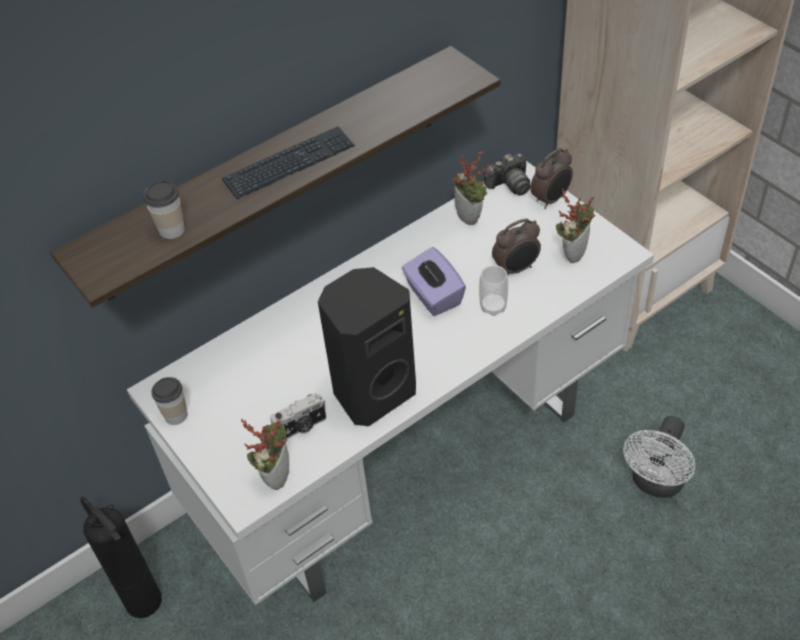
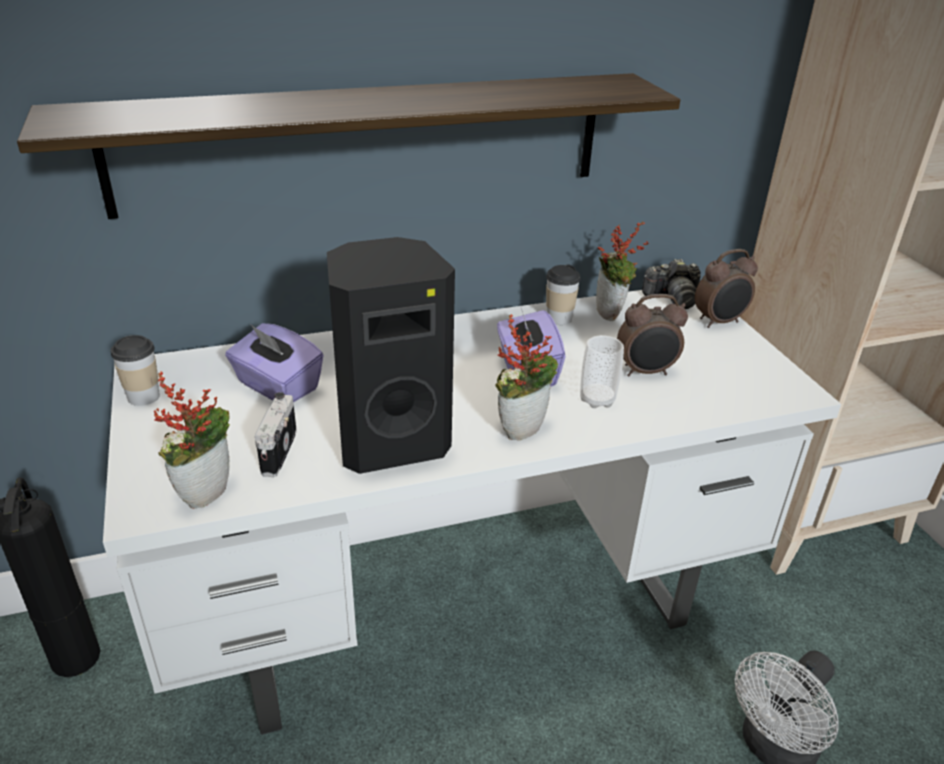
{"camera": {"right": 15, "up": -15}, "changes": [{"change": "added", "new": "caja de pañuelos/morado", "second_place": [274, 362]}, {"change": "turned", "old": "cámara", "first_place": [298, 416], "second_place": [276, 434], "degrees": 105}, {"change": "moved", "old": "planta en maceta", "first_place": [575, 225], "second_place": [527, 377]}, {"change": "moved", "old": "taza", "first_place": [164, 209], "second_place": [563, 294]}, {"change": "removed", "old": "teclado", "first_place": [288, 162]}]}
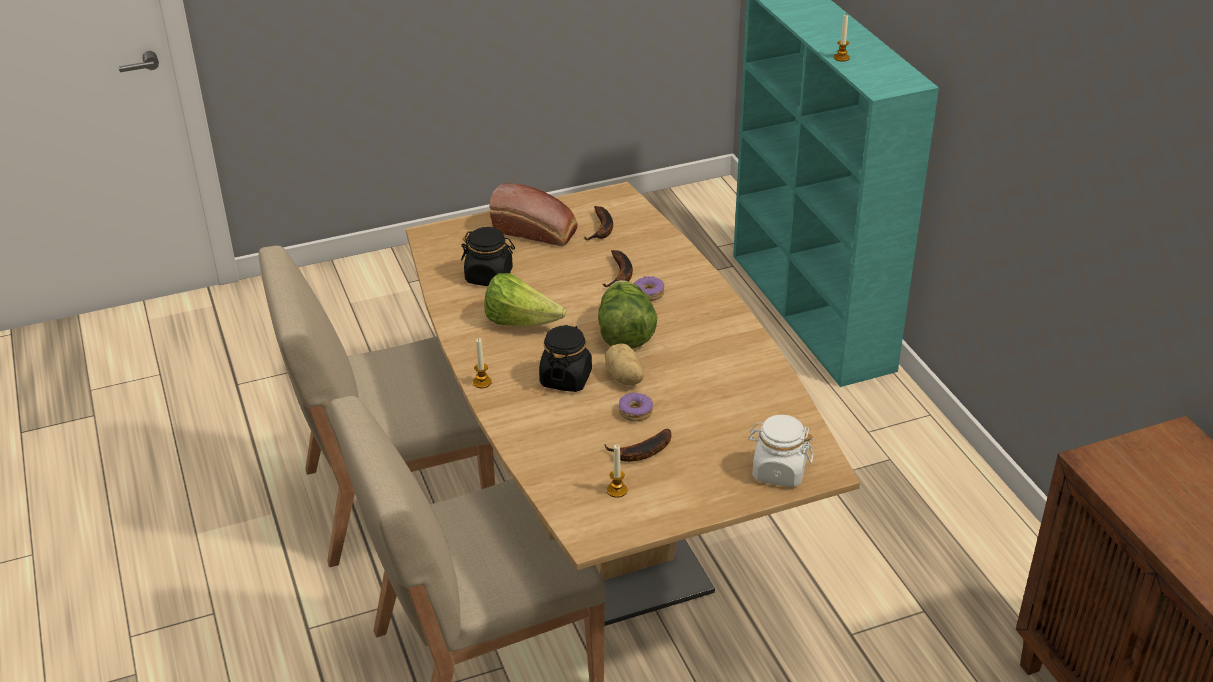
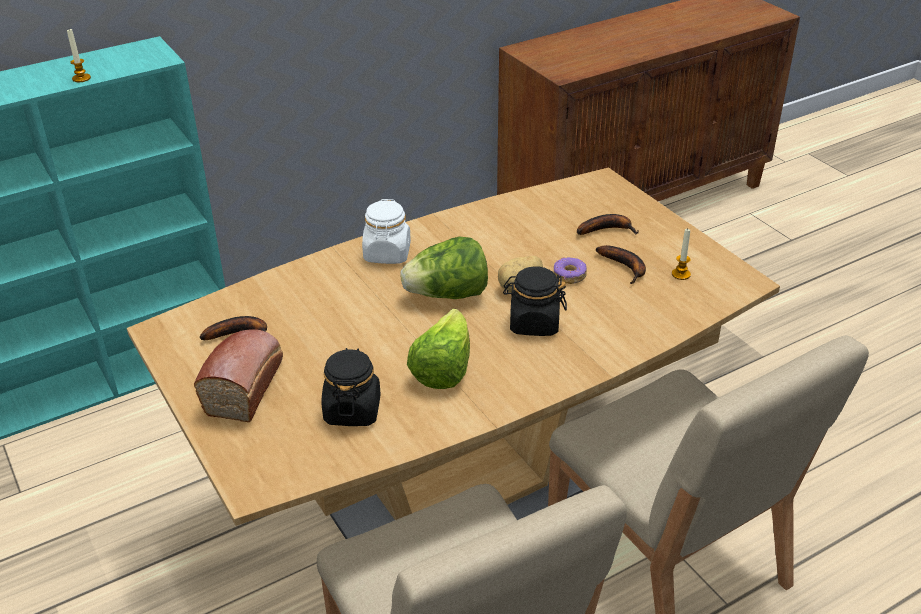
{"camera": {"right": -100, "up": 0}, "changes": [{"change": "moved", "old": "tarro/blanco", "first_place": [780, 451], "second_place": [386, 231]}, {"change": "moved", "old": "plátano", "first_place": [618, 268], "second_place": [608, 224]}, {"change": "removed", "old": "vela", "first_place": [482, 363]}, {"change": "removed", "old": "rosquilla", "first_place": [649, 288]}]}
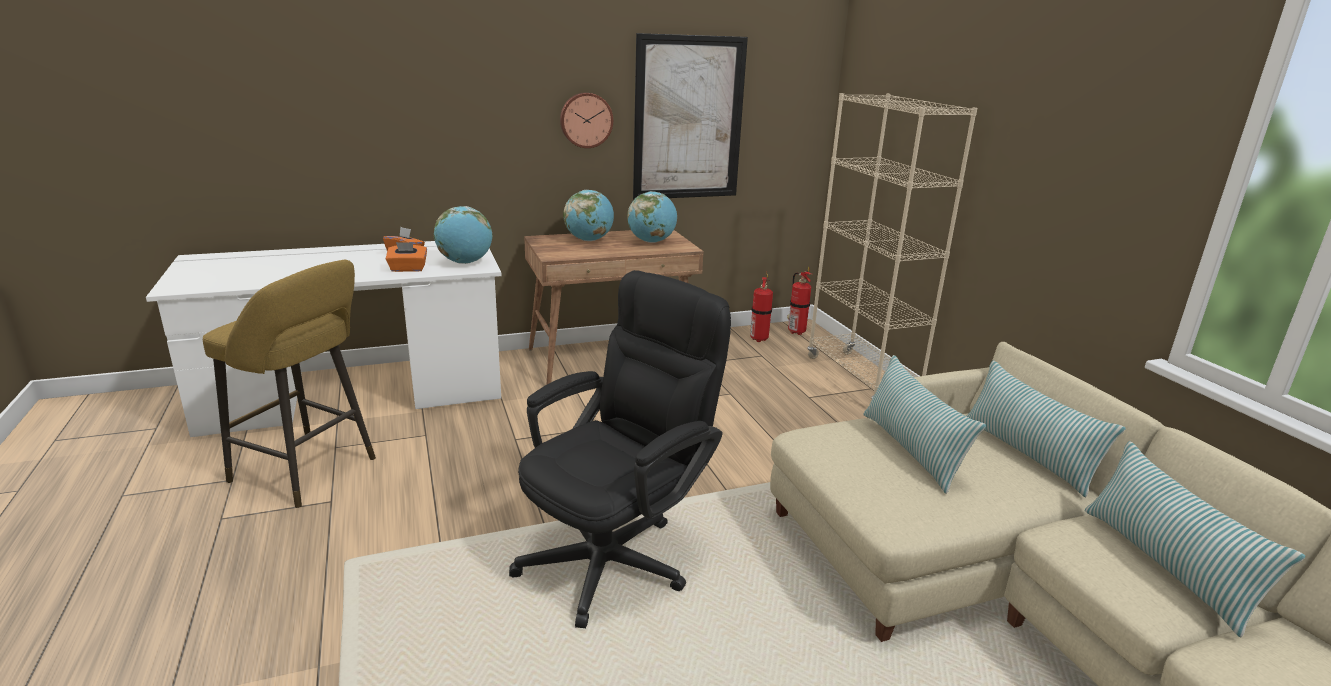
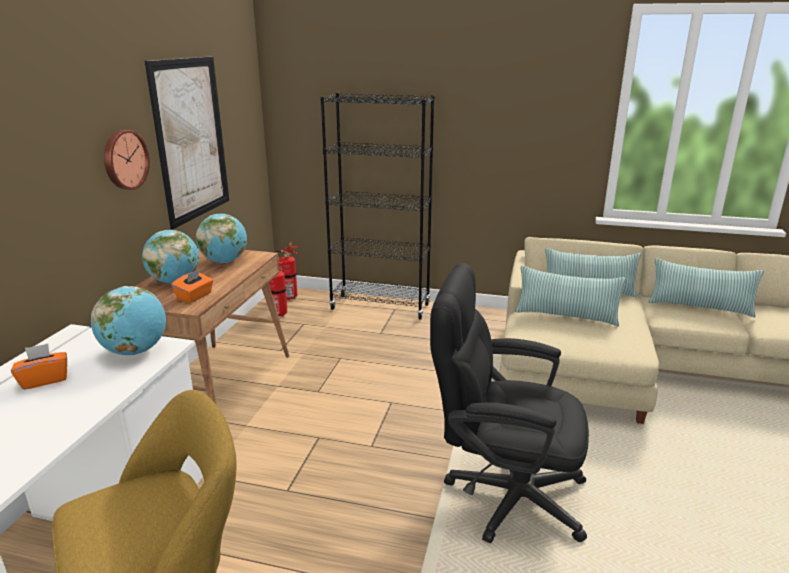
{"camera": {"right": -55, "up": 0}, "changes": [{"change": "moved", "old": "caja de pañuelos/naranja", "first_place": [406, 257], "second_place": [192, 286]}, {"change": "recoloured", "old": "estantería/beis", "new": "estantería/negro", "first_place": [892, 246], "second_place": [377, 206]}, {"change": "turned", "old": "silla de oficina/negro", "first_place": [620, 449], "second_place": [509, 403], "degrees": -60}]}
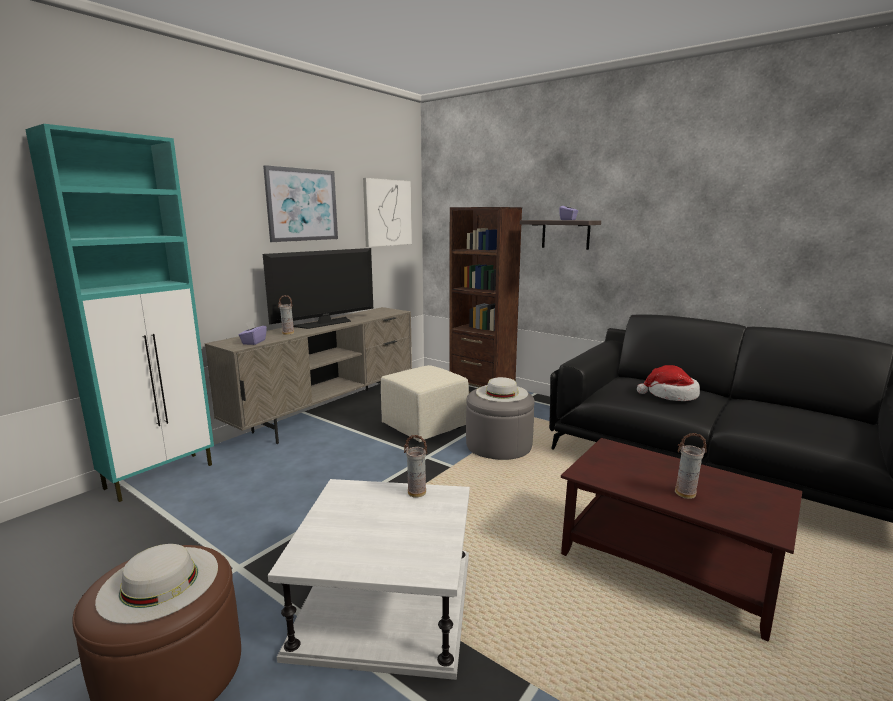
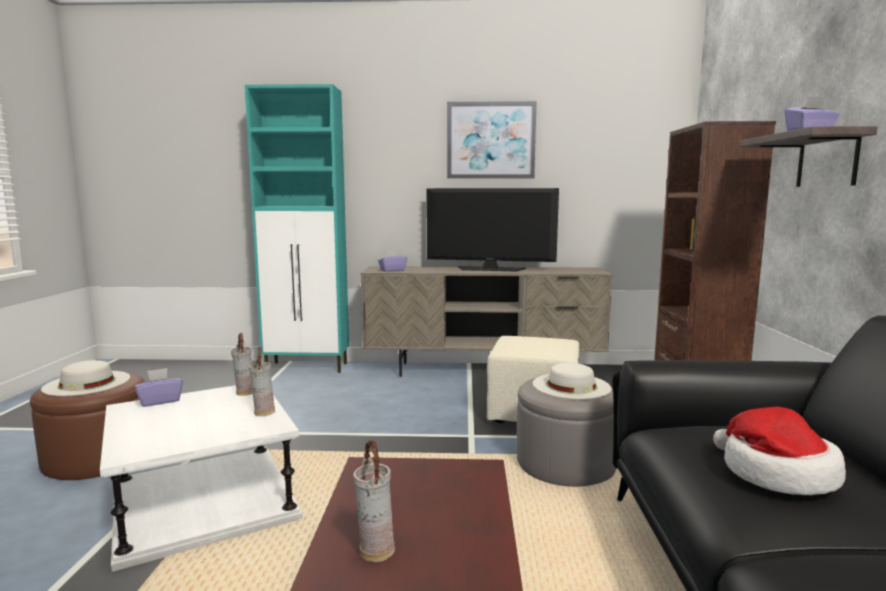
{"camera": {"right": 55, "up": -5}, "changes": [{"change": "added", "new": "caja de pañuelos/morado", "second_place": [159, 387]}, {"change": "moved", "old": "florero", "first_place": [286, 315], "second_place": [242, 364]}, {"change": "removed", "old": "cuadro", "first_place": [387, 212]}]}
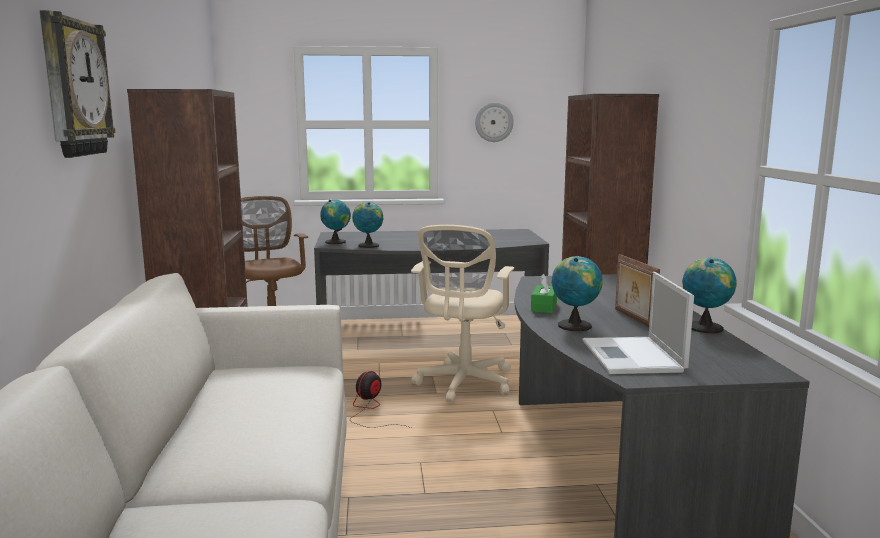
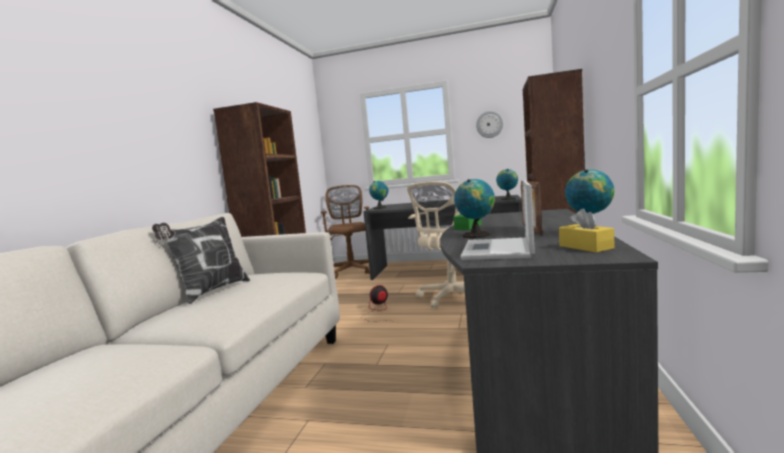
{"camera": {"right": 20, "up": -5}, "changes": [{"change": "added", "new": "cojín", "second_place": [201, 260]}, {"change": "moved", "old": "globo terráqueo", "first_place": [367, 225], "second_place": [507, 184]}, {"change": "added", "new": "caja de pañuelos/amarillo", "second_place": [587, 231]}, {"change": "removed", "old": "reloj de pared", "first_place": [78, 84]}]}
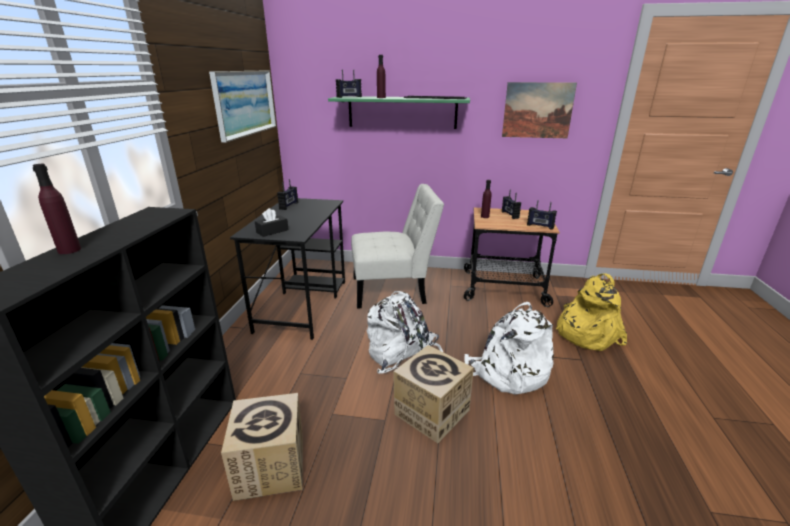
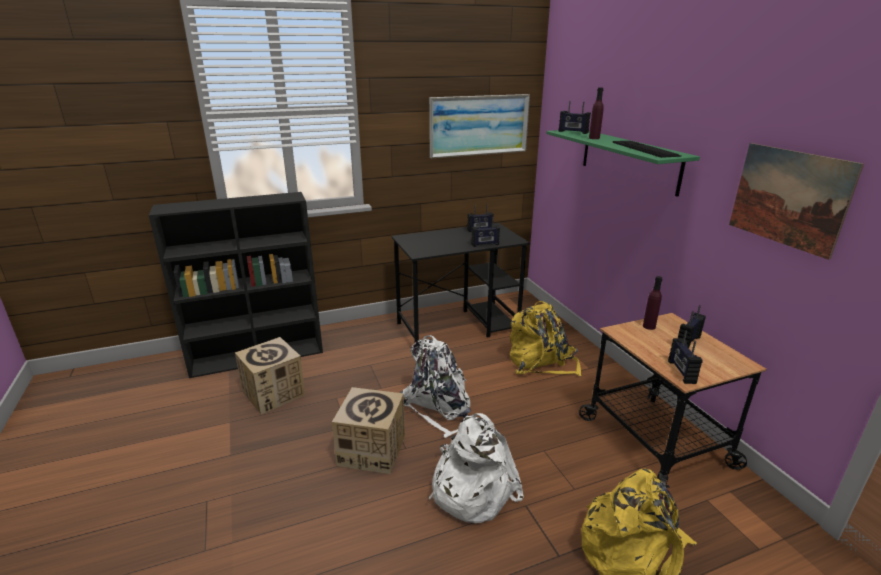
{"camera": {"right": 60, "up": 0}, "changes": [{"change": "added", "new": "radio", "second_place": [485, 232]}, {"change": "replaced", "old": "silla/blanco", "new": "mochila/amarillo", "first_place": [397, 246], "second_place": [545, 338]}, {"change": "removed", "old": "botella/morado", "first_place": [57, 209]}, {"change": "removed", "old": "caja de pañuelos/negro", "first_place": [272, 222]}]}
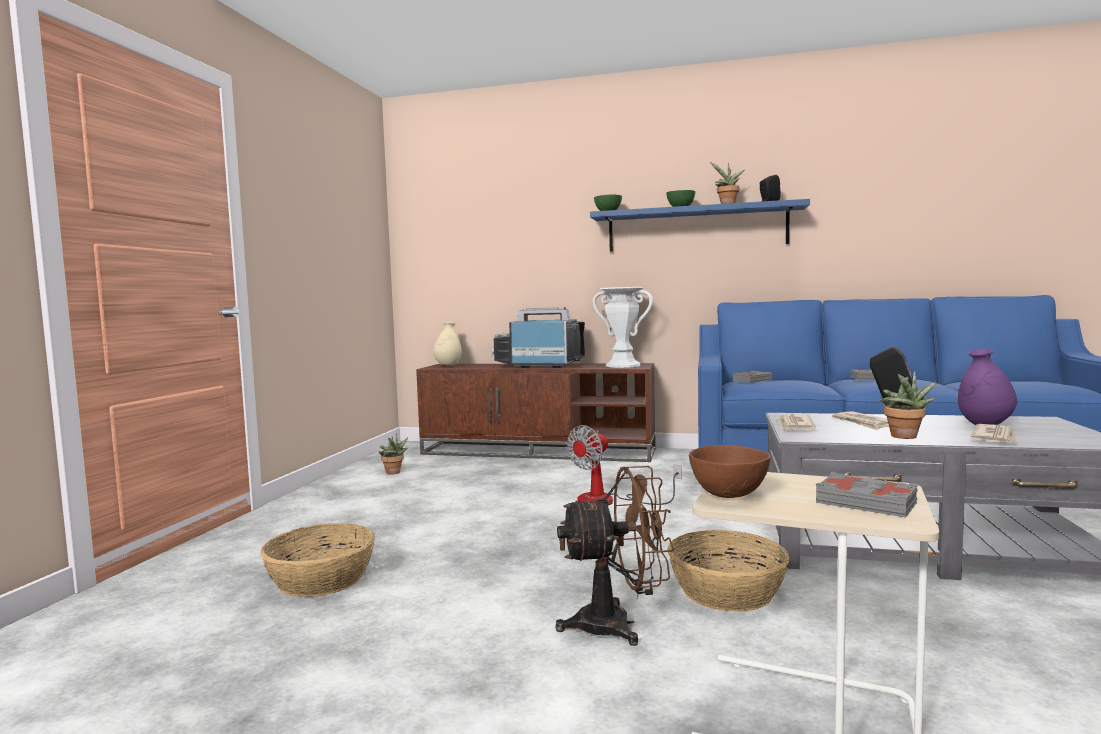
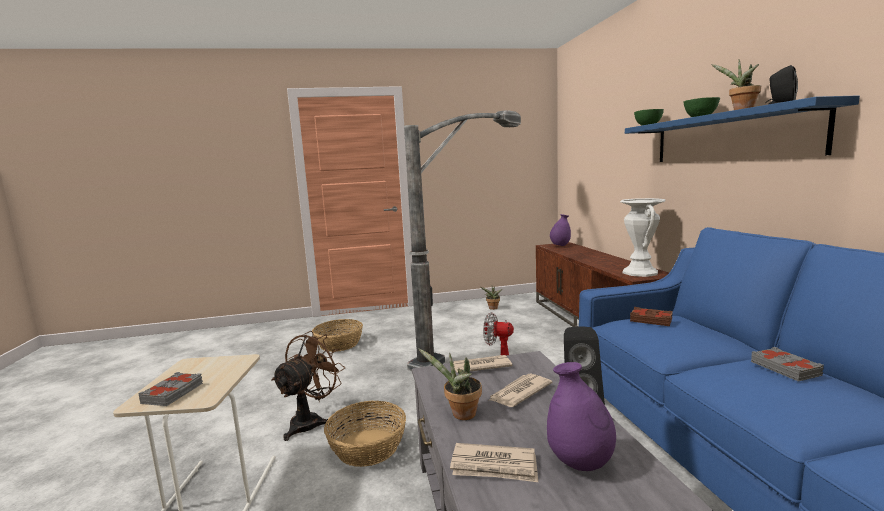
{"camera": {"right": 65, "up": 5}, "changes": [{"change": "turned", "old": "ventilador/marrón", "first_place": [615, 556], "second_place": [308, 386], "degrees": -120}, {"change": "added", "new": "lámpara de pie", "second_place": [462, 240]}, {"change": "recoloured", "old": "florero/beis", "new": "florero/morado", "first_place": [447, 344], "second_place": [560, 230]}, {"change": "recoloured", "old": "libro/gris", "new": "libro/marrón", "first_place": [752, 377], "second_place": [651, 316]}, {"change": "removed", "old": "televisor", "first_place": [537, 337]}, {"change": "removed", "old": "cuenco/marrón", "first_place": [730, 471]}]}
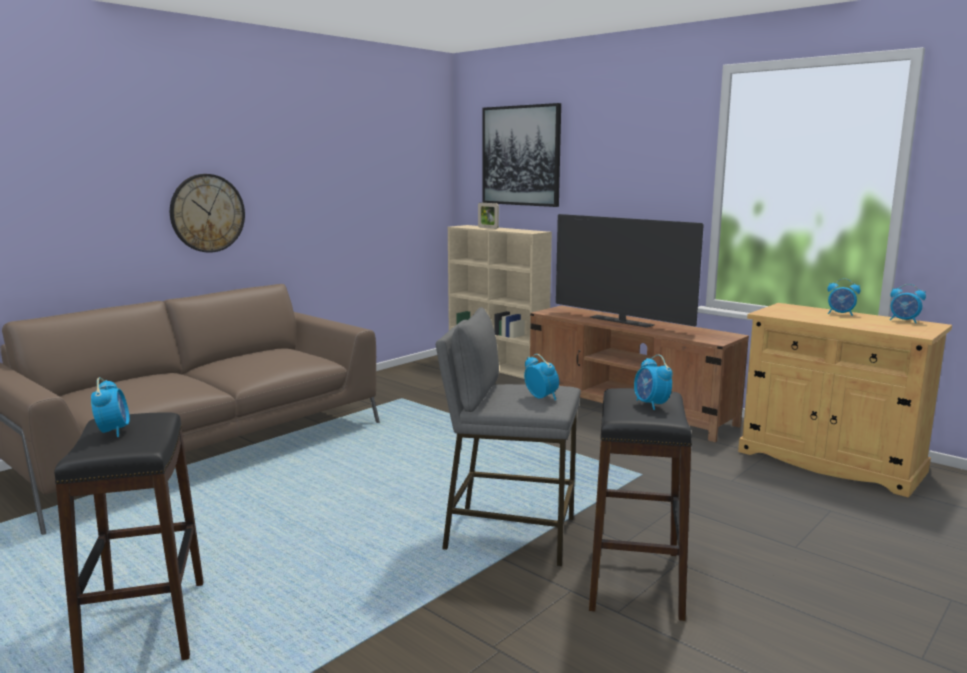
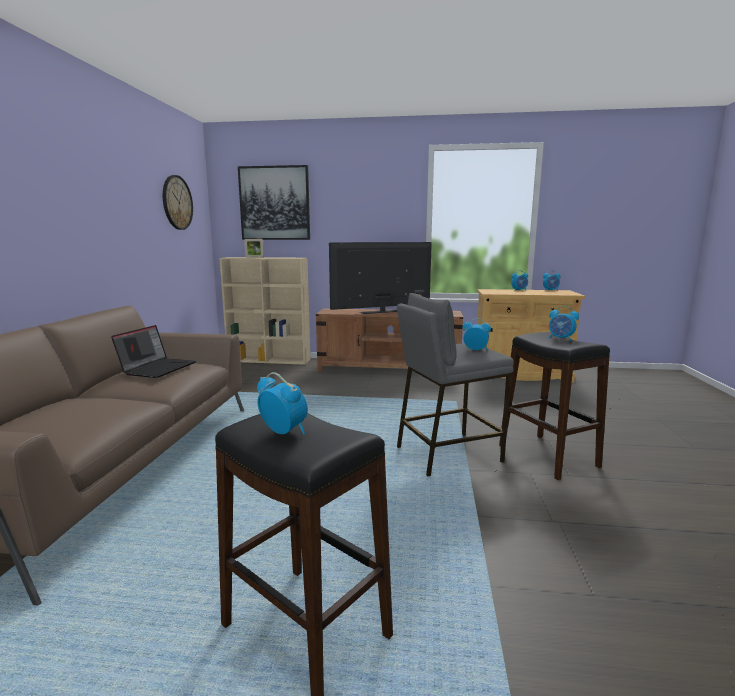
{"camera": {"right": -35, "up": 0}, "changes": [{"change": "added", "new": "portátil", "second_place": [153, 351]}, {"change": "moved", "old": "reloj de pared", "first_place": [207, 213], "second_place": [178, 202]}, {"change": "turned", "old": "televisor", "first_place": [630, 270], "second_place": [380, 278], "degrees": 150}]}
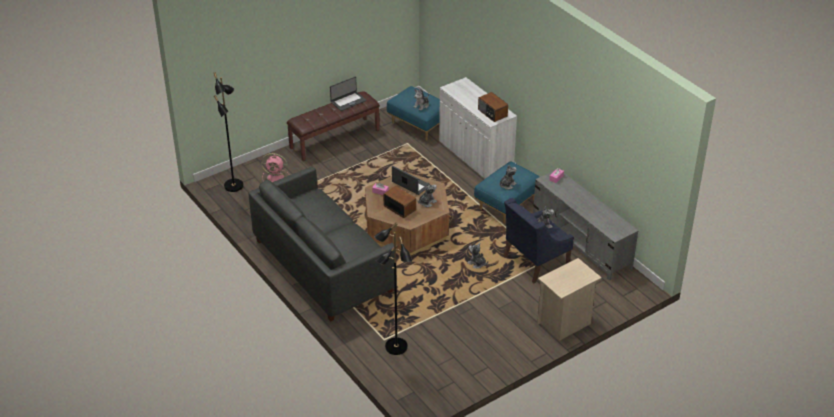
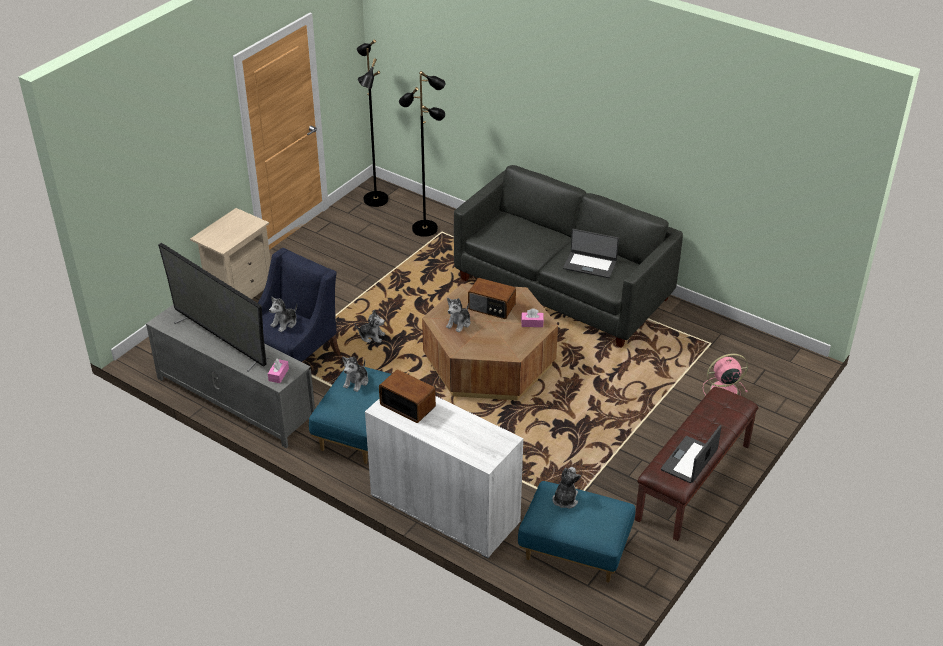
{"camera": {"right": 160, "up": 0}, "changes": [{"change": "added", "new": "televisor", "second_place": [213, 307]}, {"change": "moved", "old": "lámpara de pie/negro", "first_place": [228, 132], "second_place": [372, 123]}, {"change": "moved", "old": "portátil", "first_place": [409, 180], "second_place": [591, 253]}]}
